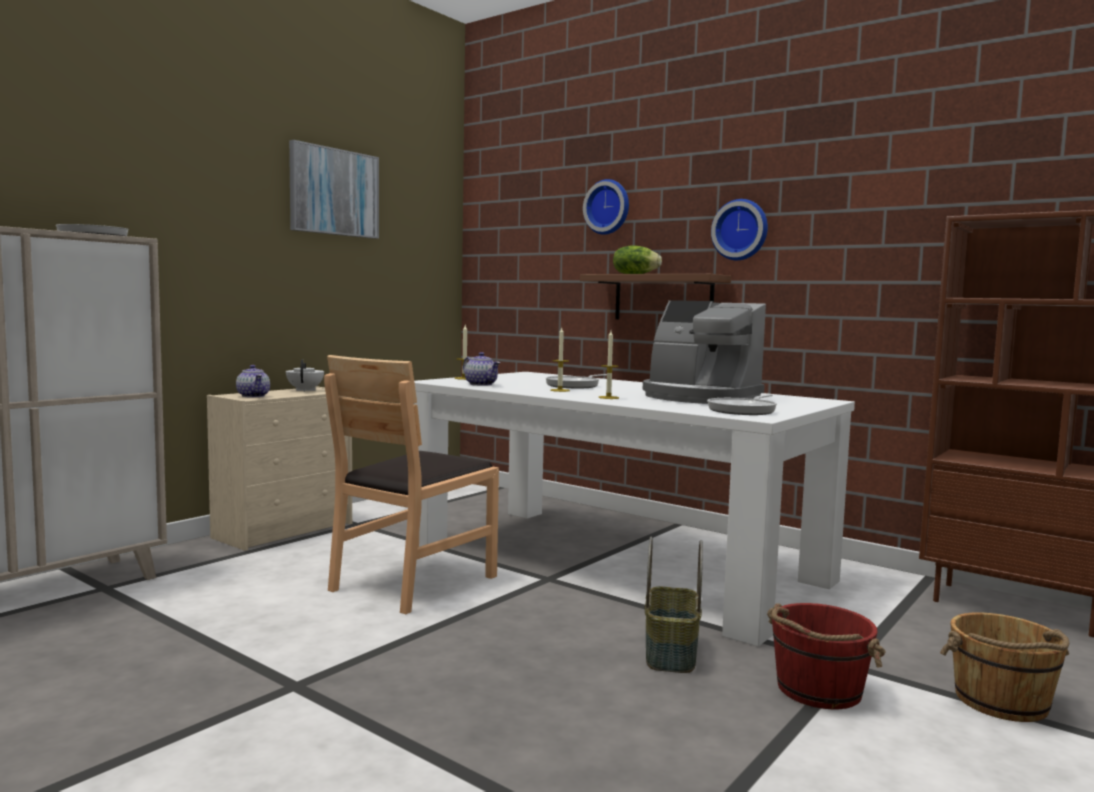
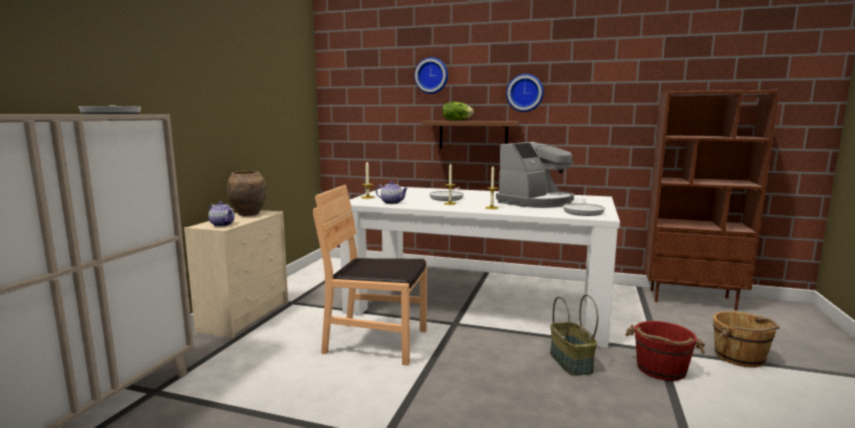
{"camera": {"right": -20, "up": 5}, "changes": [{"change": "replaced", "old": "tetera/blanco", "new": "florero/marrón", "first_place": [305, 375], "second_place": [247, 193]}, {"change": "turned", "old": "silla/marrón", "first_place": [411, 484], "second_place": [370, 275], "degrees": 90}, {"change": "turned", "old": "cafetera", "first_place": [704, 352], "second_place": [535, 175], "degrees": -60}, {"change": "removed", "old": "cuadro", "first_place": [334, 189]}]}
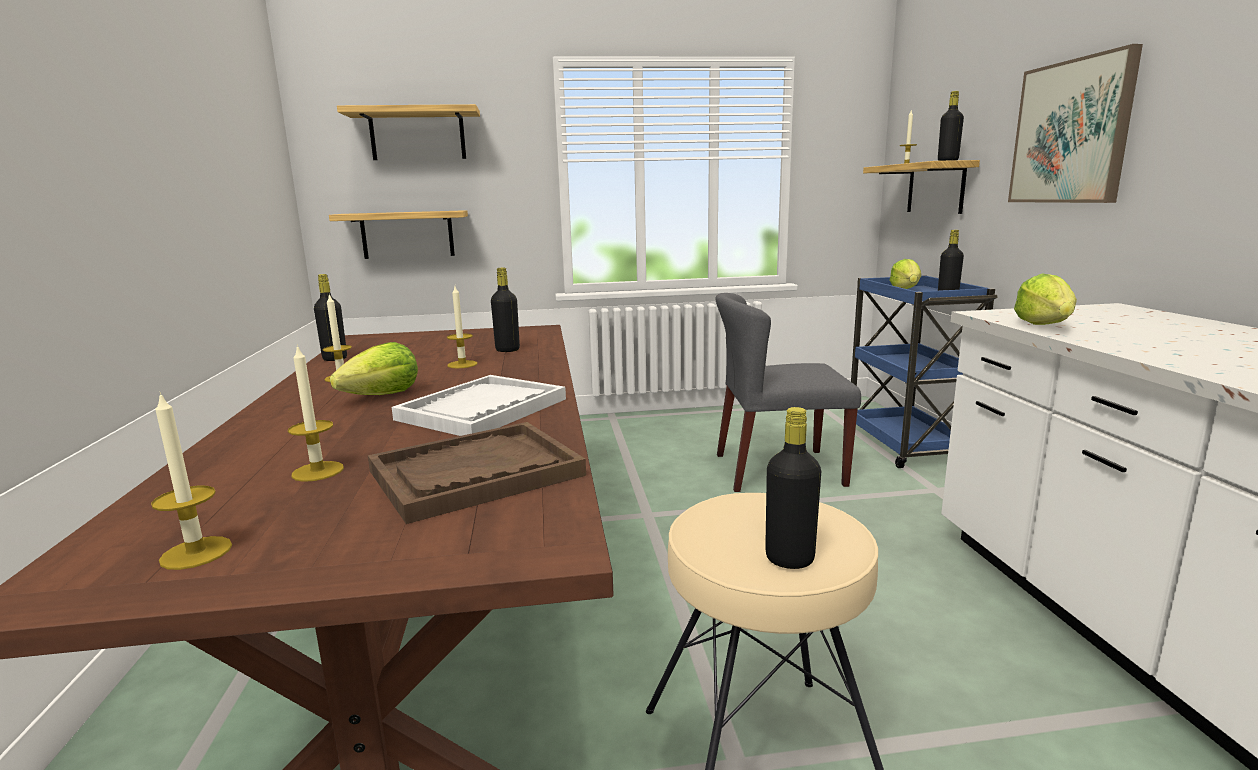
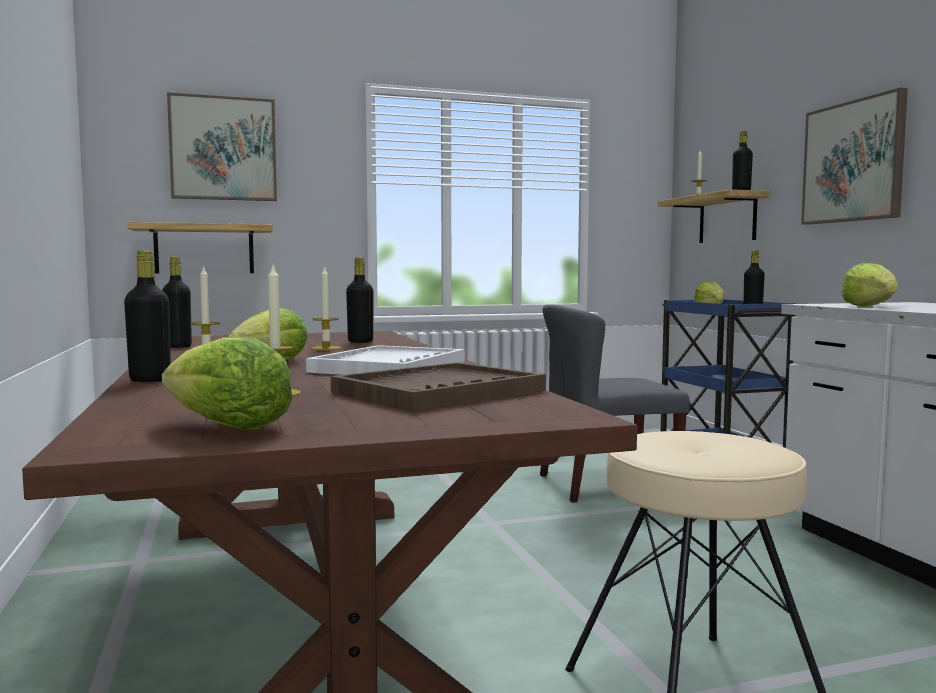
{"camera": {"right": -10, "up": -10}, "changes": [{"change": "moved", "old": "botella/negro", "first_place": [793, 488], "second_place": [147, 316]}, {"change": "replaced", "old": "vela", "new": "lechuga", "first_place": [191, 481], "second_place": [227, 383]}, {"change": "replaced", "old": "estante", "new": "cuadro", "first_place": [408, 132], "second_place": [222, 147]}]}
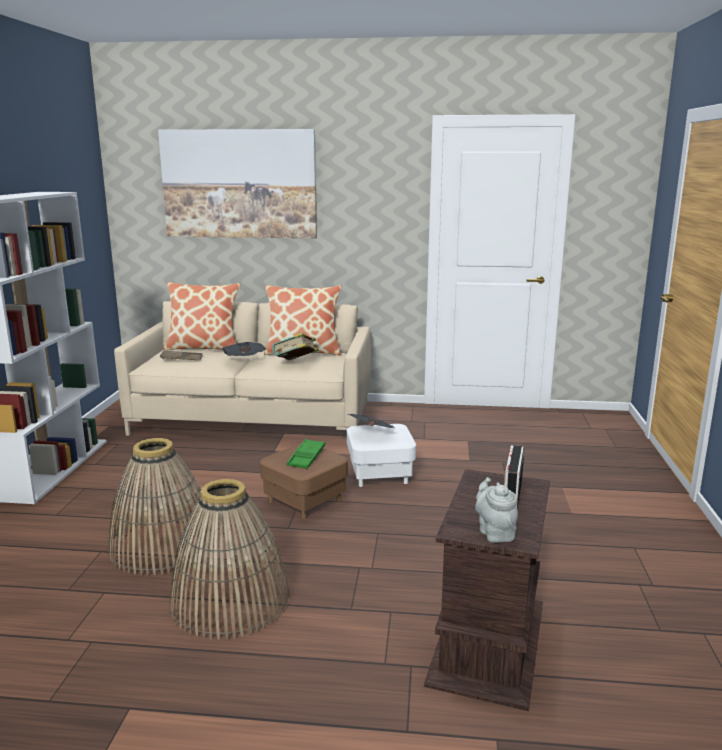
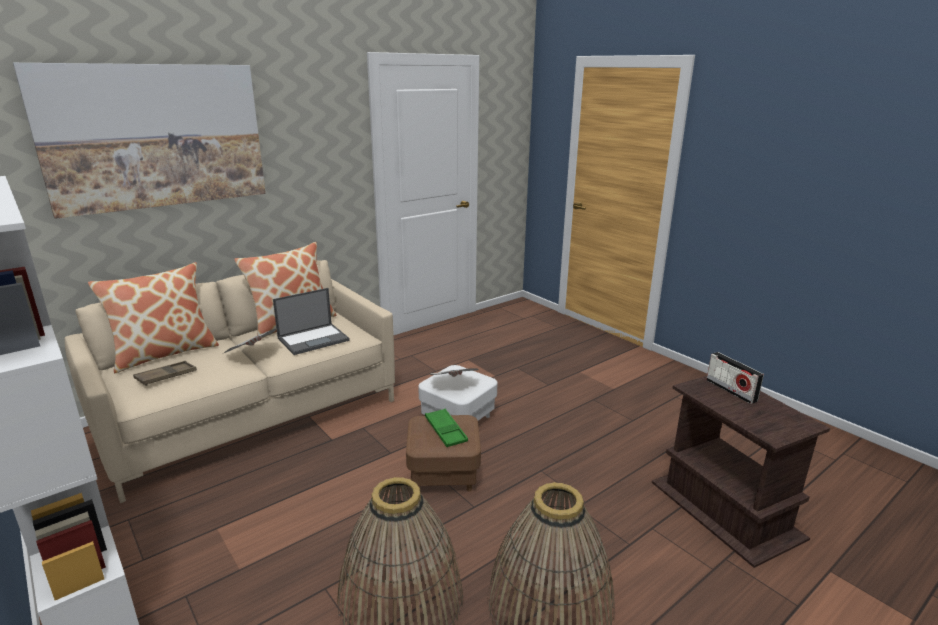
{"camera": {"right": -45, "up": 5}, "changes": [{"change": "replaced", "old": "libro", "new": "portátil", "first_place": [295, 346], "second_place": [311, 321]}, {"change": "removed", "old": "tetera/gris", "first_place": [496, 510]}]}
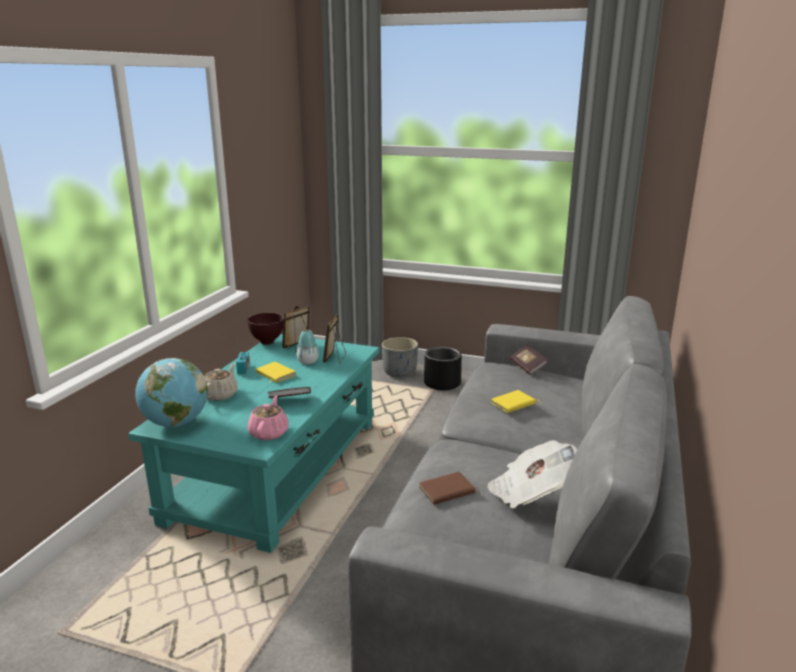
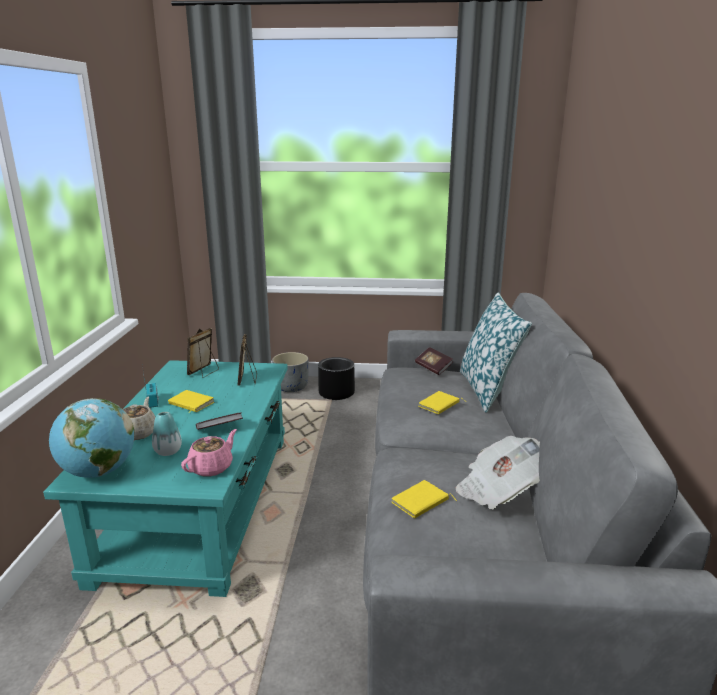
{"camera": {"right": -15, "up": 0}, "changes": [{"change": "moved", "old": "florero", "first_place": [308, 347], "second_place": [167, 434]}, {"change": "turned", "old": "tetera/rosa", "first_place": [268, 418], "second_place": [209, 453], "degrees": 45}, {"change": "recoloured", "old": "libro/marrón", "new": "libro/amarillo", "first_place": [450, 488], "second_place": [424, 499]}, {"change": "added", "new": "cojín", "second_place": [496, 352]}, {"change": "removed", "old": "cuenco/marrón", "first_place": [265, 329]}]}
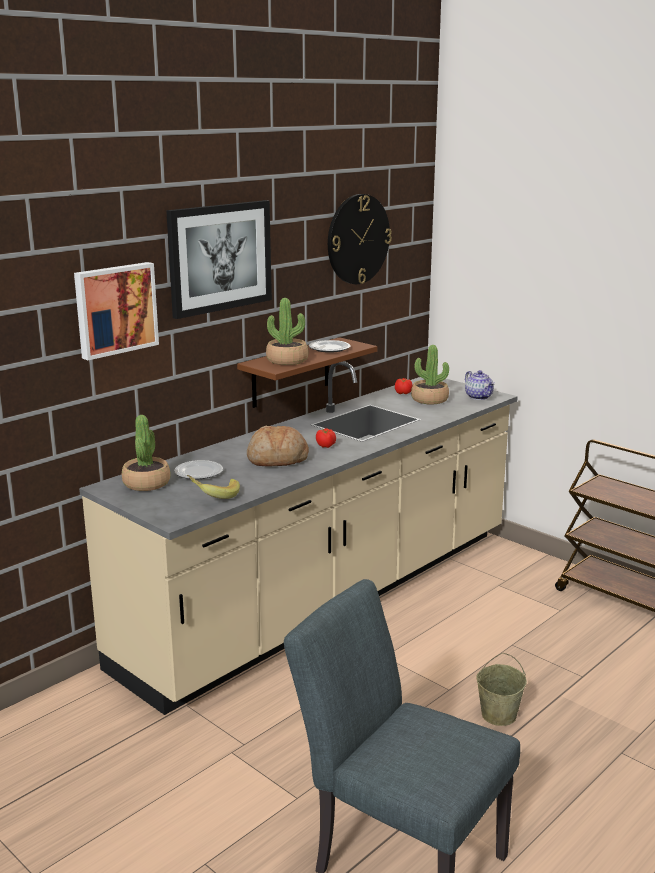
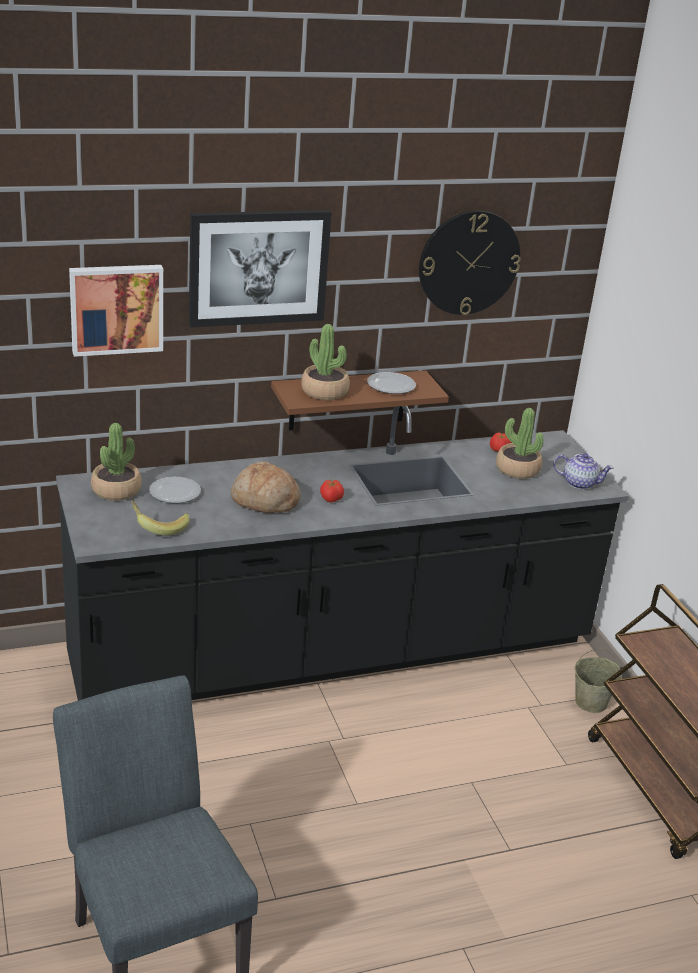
{"camera": {"right": 25, "up": 10}, "changes": [{"change": "recoloured", "old": "mueble bajo de cocina/beis", "new": "mueble bajo de cocina/negro", "first_place": [298, 538], "second_place": [342, 553]}, {"change": "turned", "old": "tetera", "first_place": [480, 385], "second_place": [583, 471], "degrees": -75}, {"change": "moved", "old": "cubo/beis", "first_place": [501, 689], "second_place": [598, 680]}]}
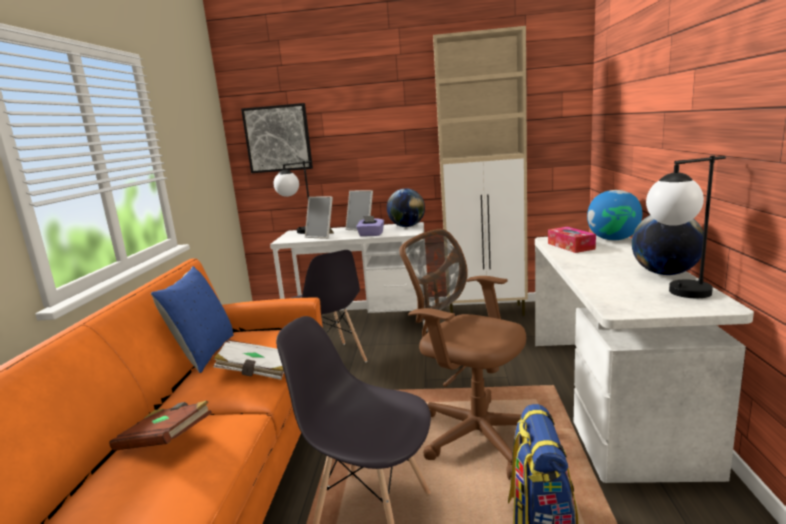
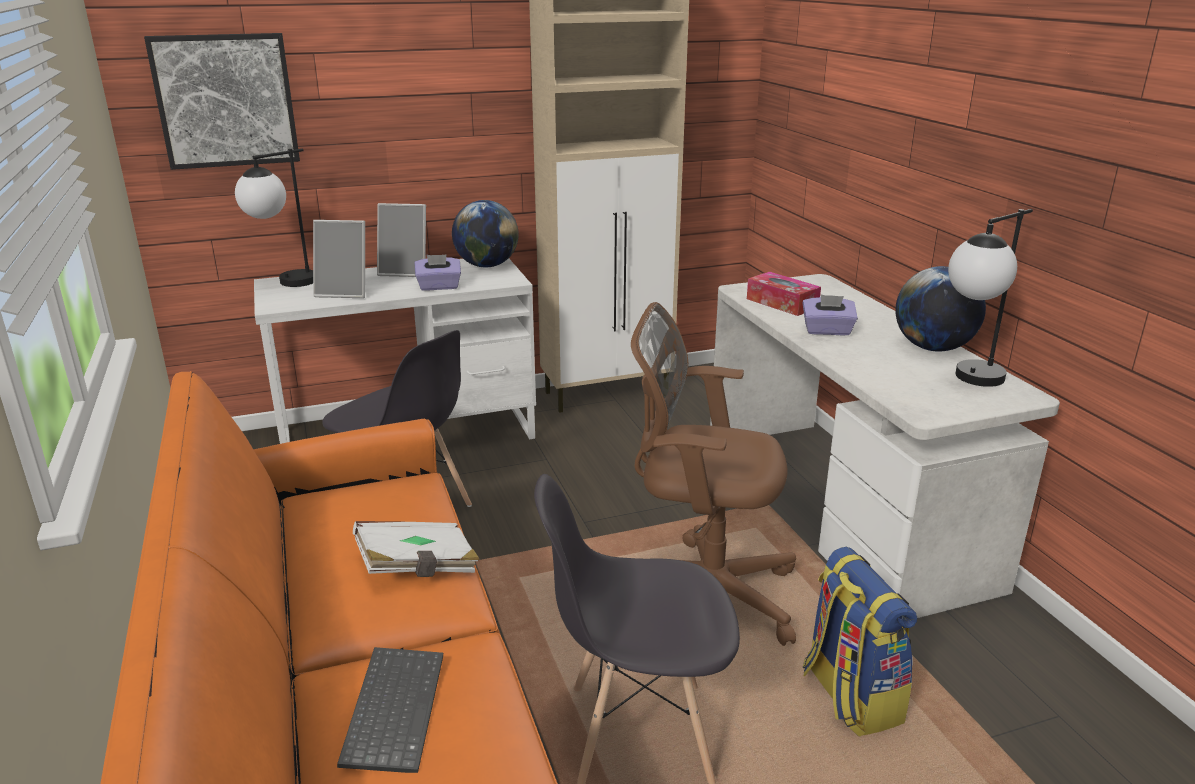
{"camera": {"right": -25, "up": 10}, "changes": [{"change": "replaced", "old": "libro/marrón", "new": "teclado", "first_place": [160, 426], "second_place": [390, 710]}, {"change": "added", "new": "caja de pañuelos/morado", "second_place": [830, 315]}, {"change": "removed", "old": "cojín/azul", "first_place": [192, 319]}, {"change": "removed", "old": "globo terráqueo", "first_place": [614, 215]}]}
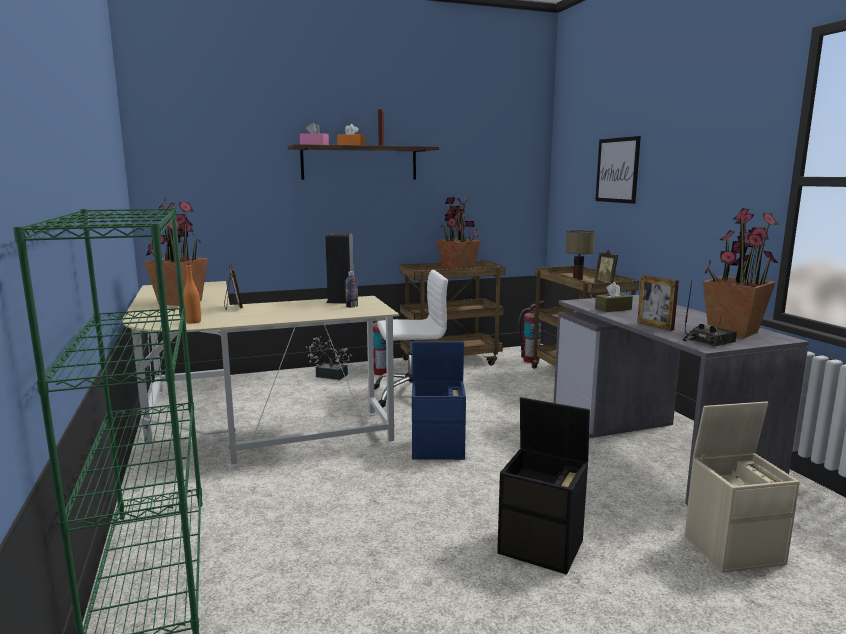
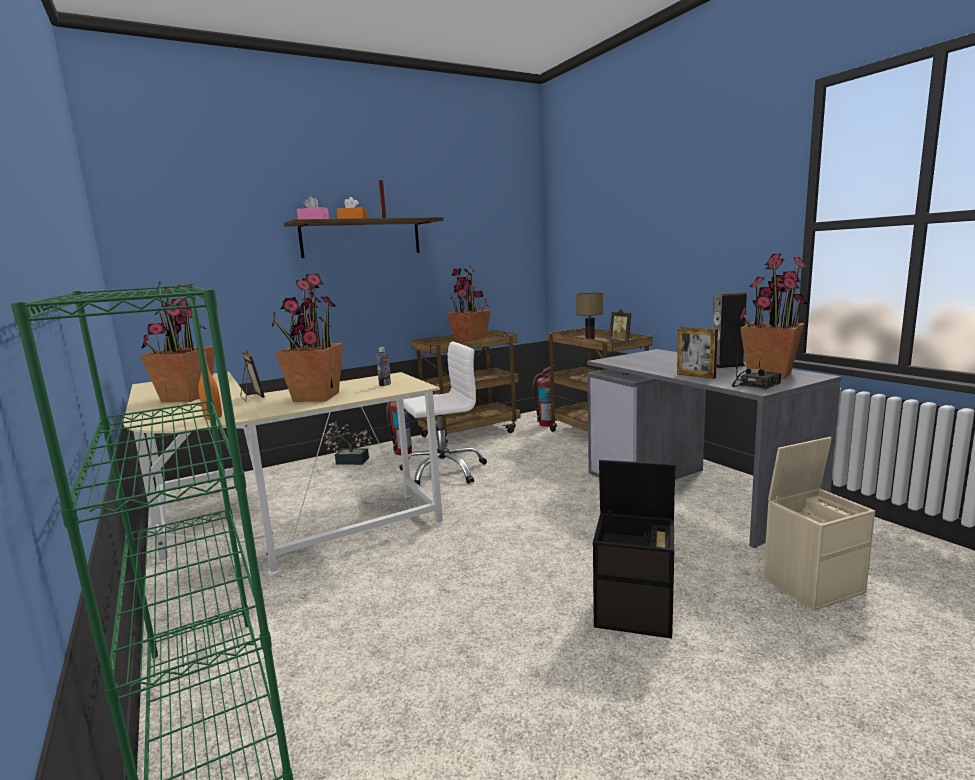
{"camera": {"right": -10, "up": 0}, "changes": [{"change": "added", "new": "planta en maceta", "second_place": [307, 338]}, {"change": "moved", "old": "altavoz", "first_place": [339, 268], "second_place": [730, 330]}, {"change": "removed", "old": "caja de almacenaje/azul", "first_place": [439, 401]}, {"change": "removed", "old": "cuadro", "first_place": [618, 170]}, {"change": "removed", "old": "caja de pañuelos/marrón", "first_place": [614, 297]}]}
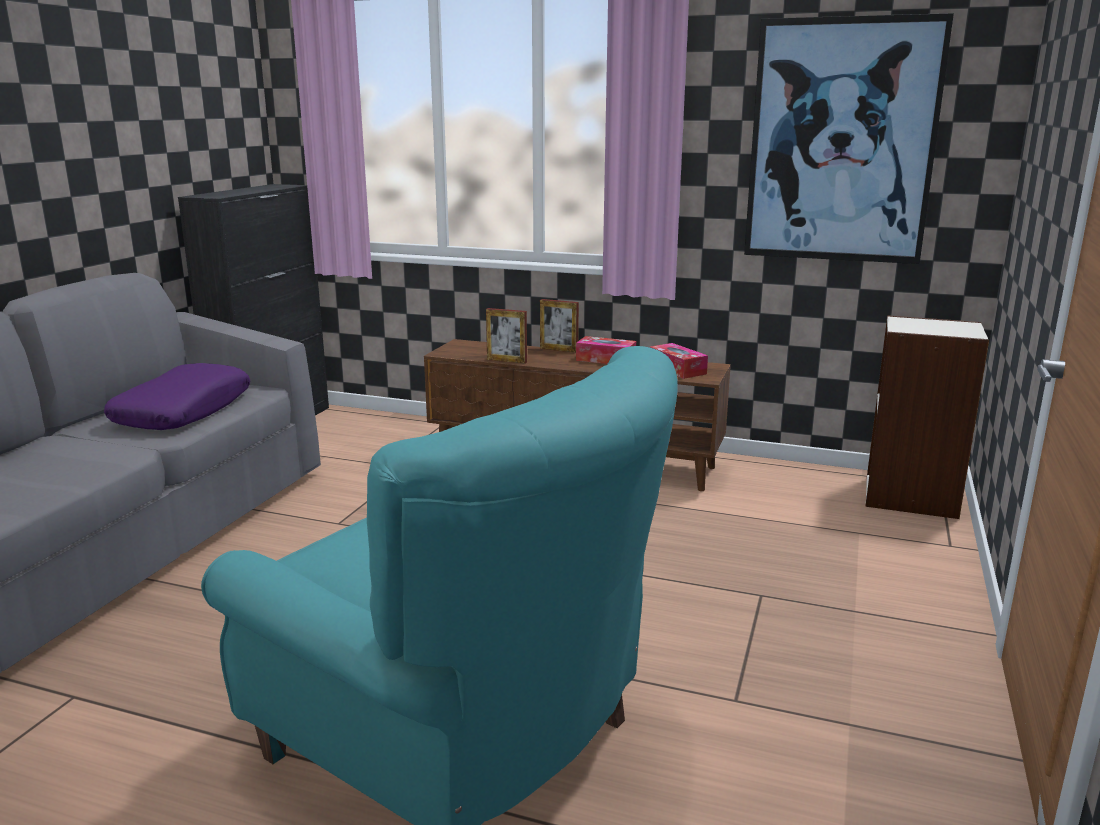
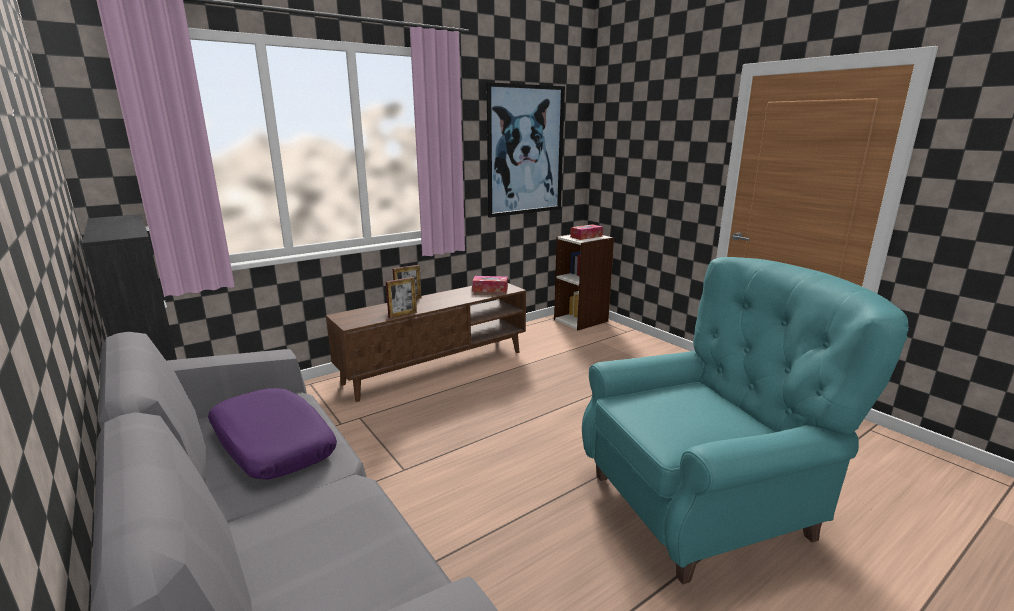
{"camera": {"right": -55, "up": 0}, "changes": [{"change": "moved", "old": "caja de pañuelos", "first_place": [606, 350], "second_place": [586, 232]}]}
